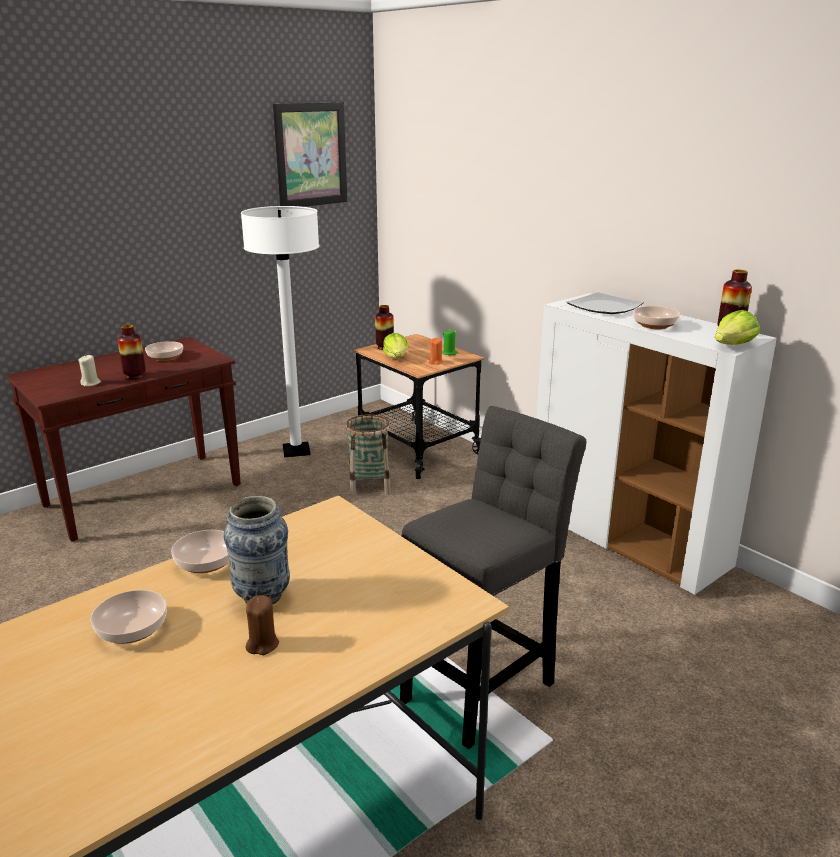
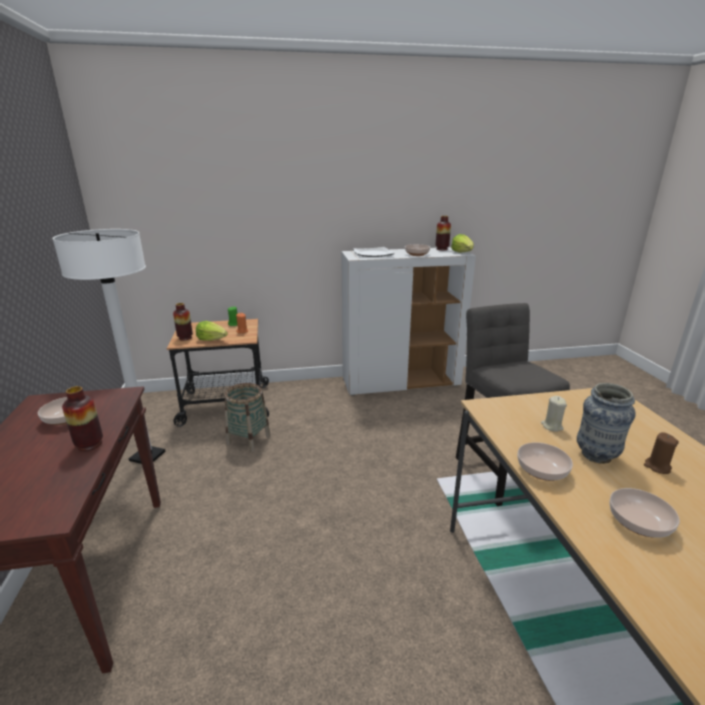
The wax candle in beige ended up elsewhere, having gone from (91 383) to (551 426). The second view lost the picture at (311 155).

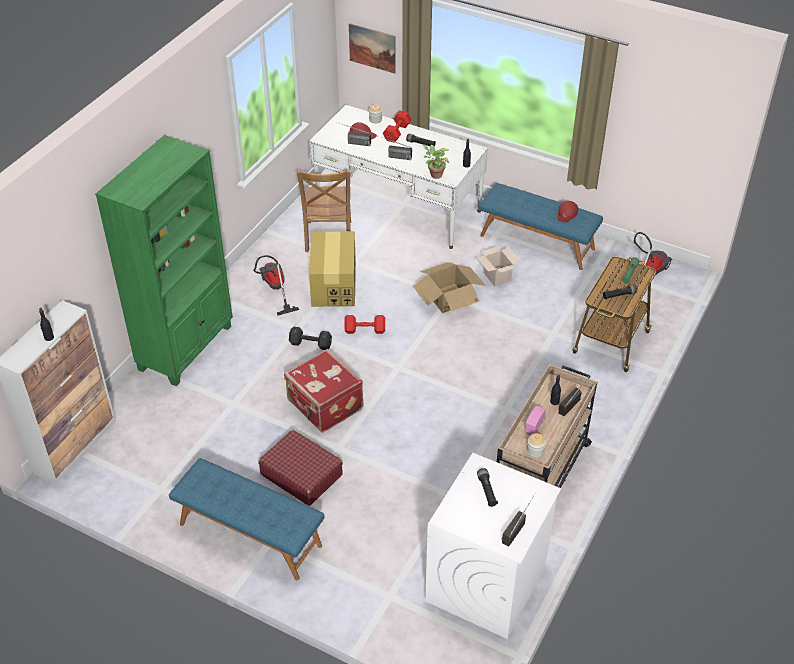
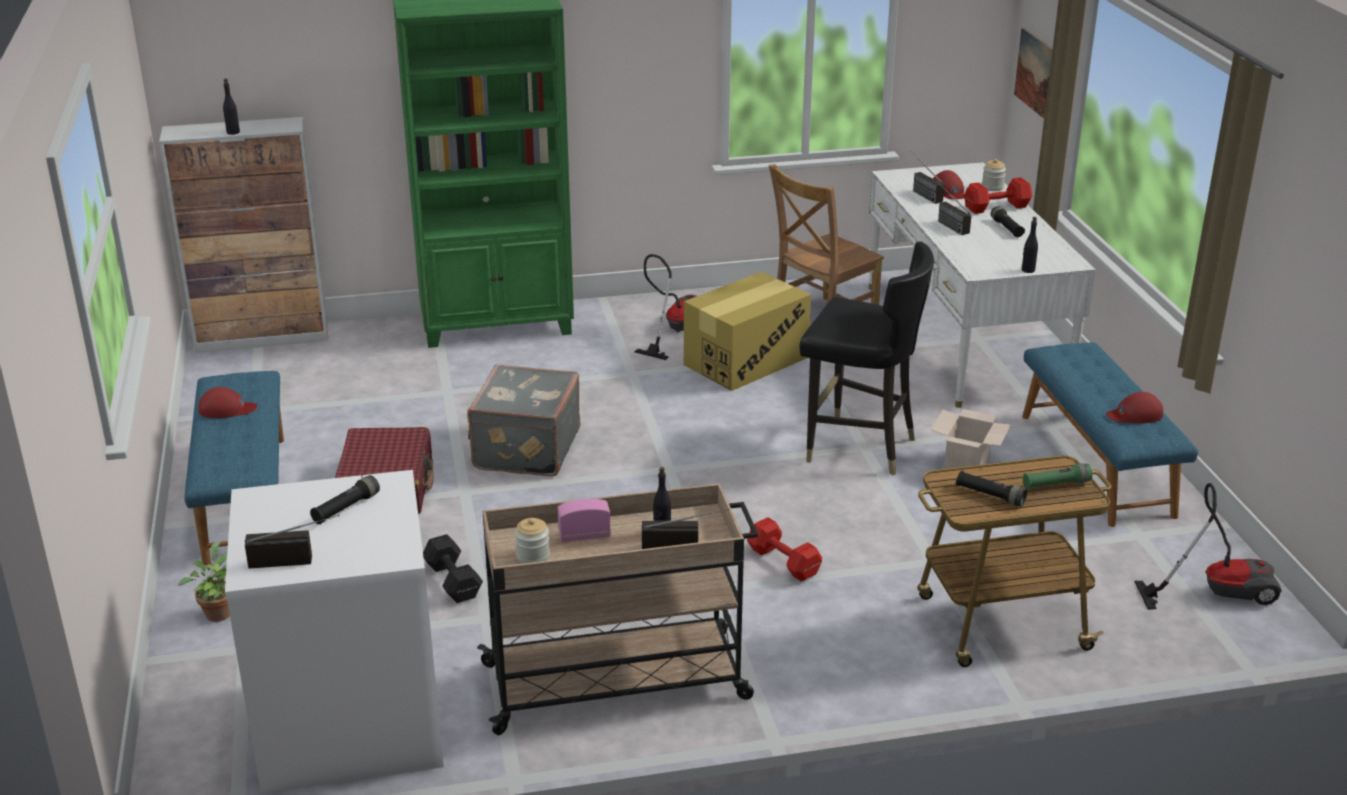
What was the suitcase in red at (324 406) turned into the suitcase in grey at (524 449). The dumbbell in black-coloured ended up elsewhere, having gone from (309 343) to (453 580). The dumbbell in red ended up elsewhere, having gone from (366 330) to (784 563). Where the cardboard box stood at (449 298), the plain chair in black-coloured came to stand at (859 447). The plant in a pot ended up elsewhere, having gone from (434 175) to (217 612). The second view gained the cap in red at (227 409).

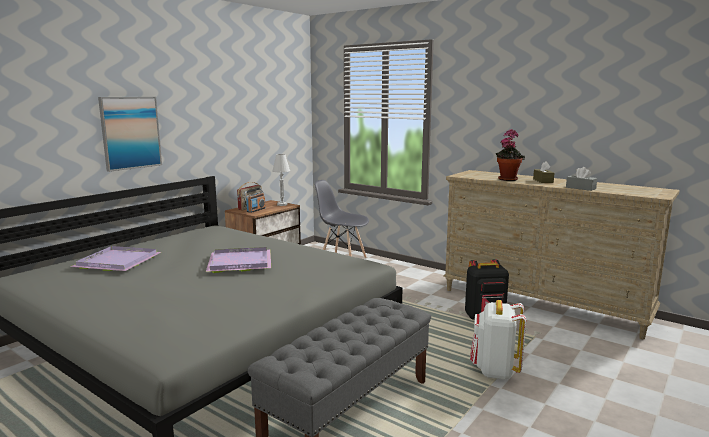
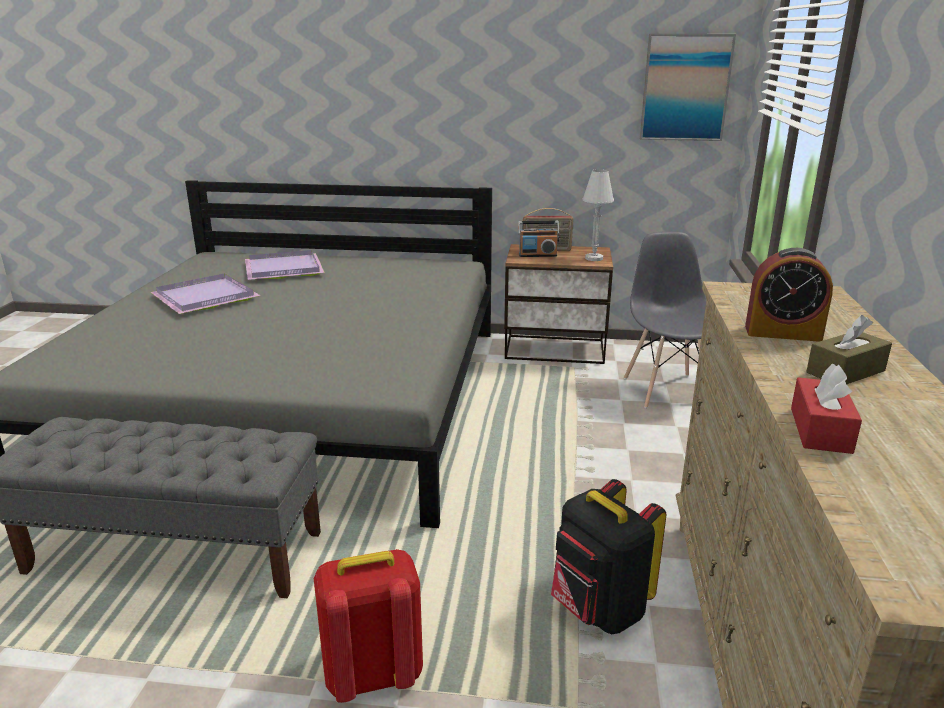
The picture ended up elsewhere, having gone from (130 132) to (685 88). The serving tray in purple-coloured ended up elsewhere, having gone from (239 263) to (203 297). What was the rucksack in whitish at (494 371) turned into the rucksack in red at (372 674). Where the plant in a pot stood at (507 179), the bedside clock came to stand at (783 333). What was the tissue box in grey at (580 188) turned into the tissue box in red at (820 430).

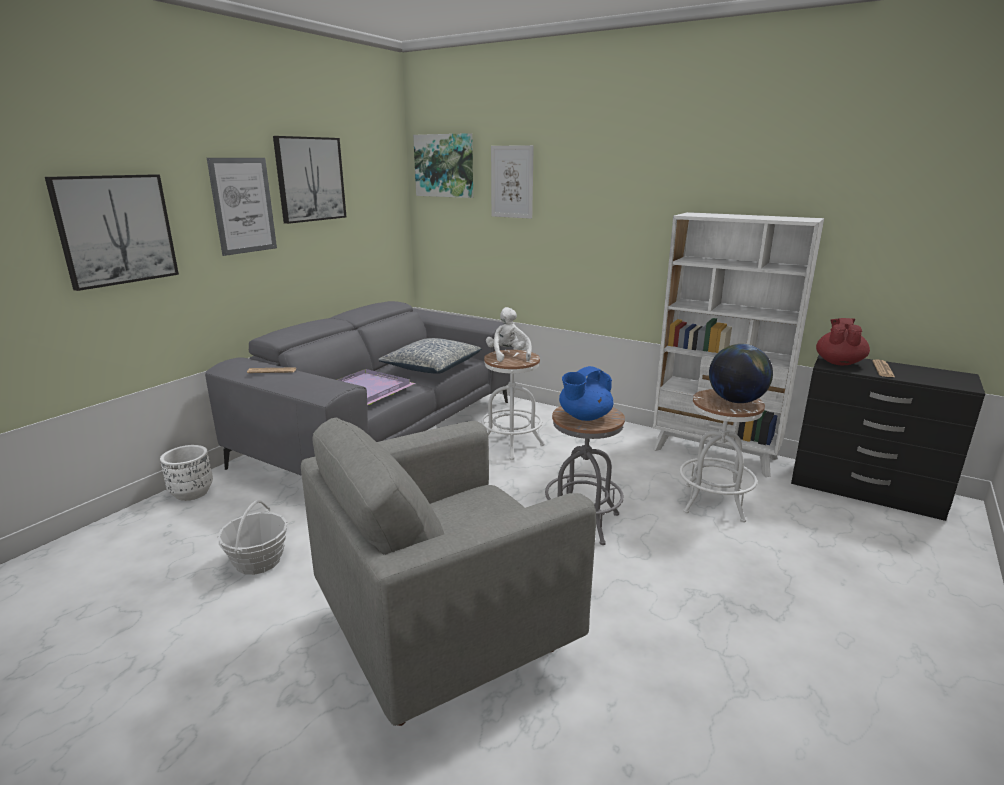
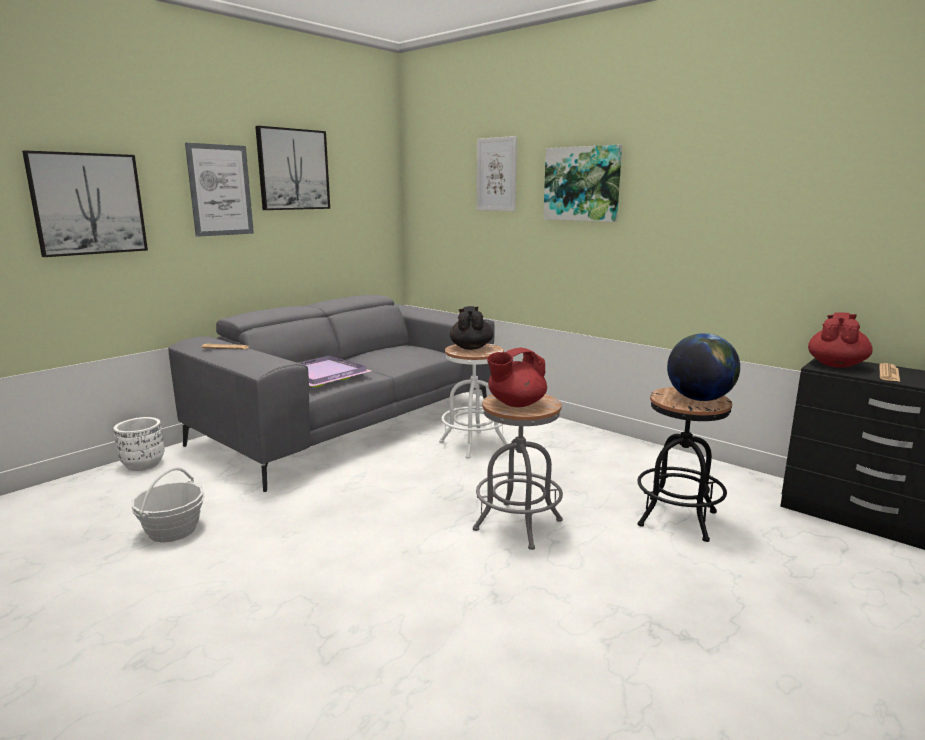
The second view lost the lounge chair in grey at (445 638). The second view lost the throw pillow at (432 366). The picture ended up elsewhere, having gone from (444 165) to (582 184). Where the plush toy in whitish stood at (508 356), the tea pot in black-coloured came to stand at (471 347). What was the tea pot in blue at (584 417) turned into the tea pot in red at (516 404). The second view lost the bookcase in whitish at (714 454). What was the stool seat in whitish at (713 503) turned into the stool seat in black-coloured at (677 519).

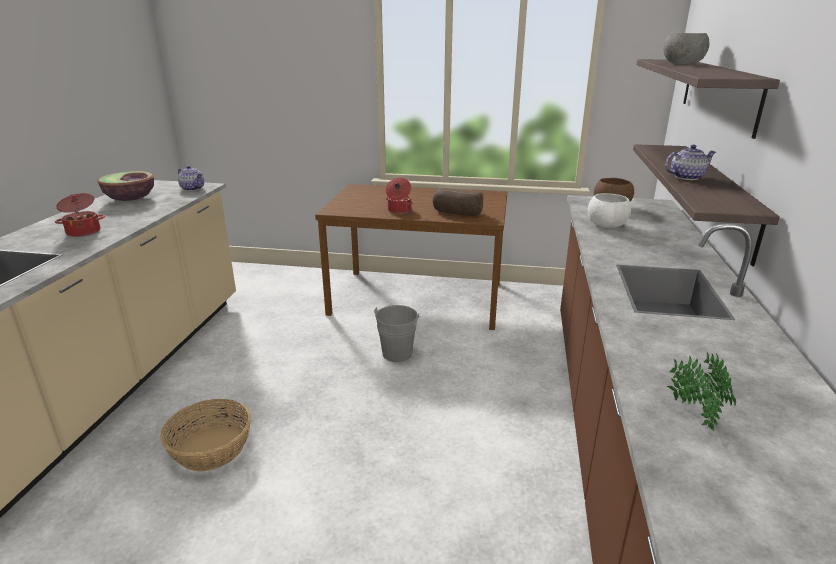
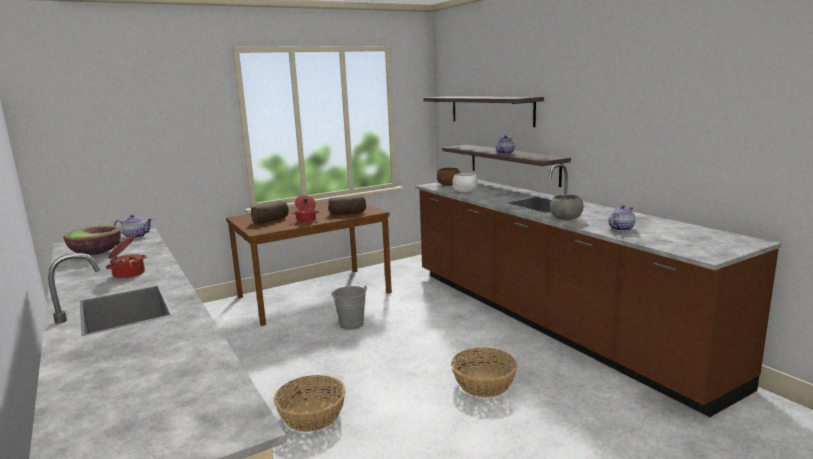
The serving bowl in grey ended up elsewhere, having gone from (683 64) to (566 218). Where the plant in a pot stood at (693 412), the tea pot came to stand at (620 229). The second view gained the bread at (272 220). The second view gained the storage basket at (484 384).

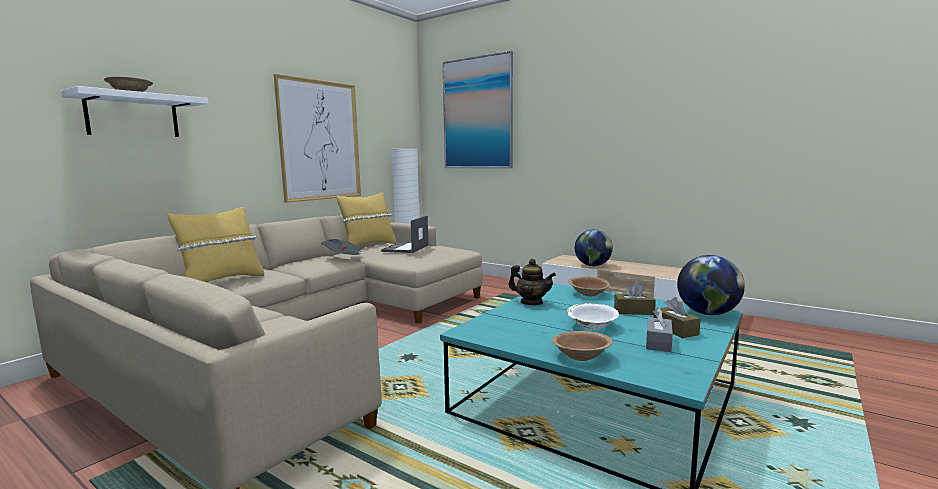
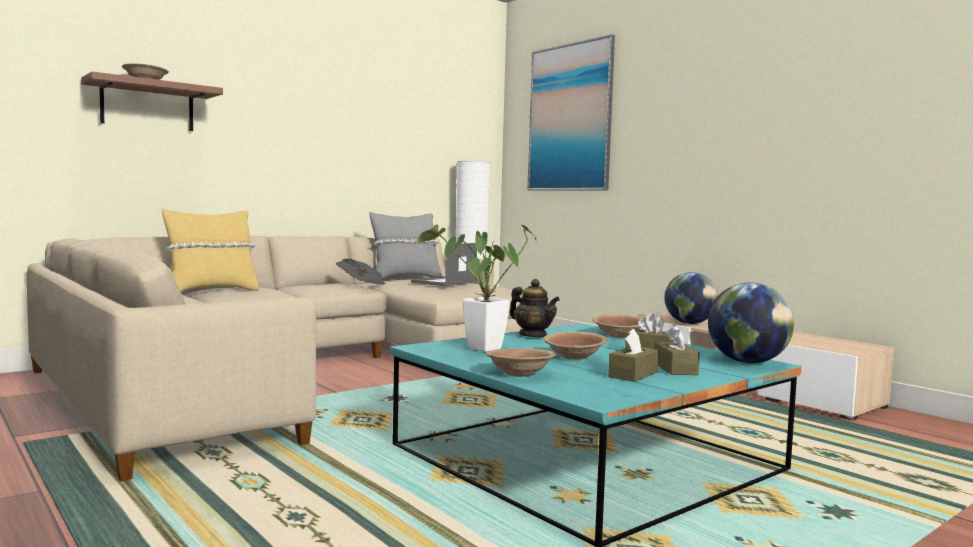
What was the shelf in whitish at (133 116) turned into the shelf in brownish at (147 106). The second view lost the picture at (320 140). What was the throw pillow in yellow at (368 246) turned into the throw pillow in grey at (405 278). What was the serving bowl in whitish at (592 326) turned into the serving bowl in brownish at (574 357). What was the tissue box in grey at (658 342) turned into the tissue box in brownish at (633 374). The second view gained the plant in a pot at (479 349).

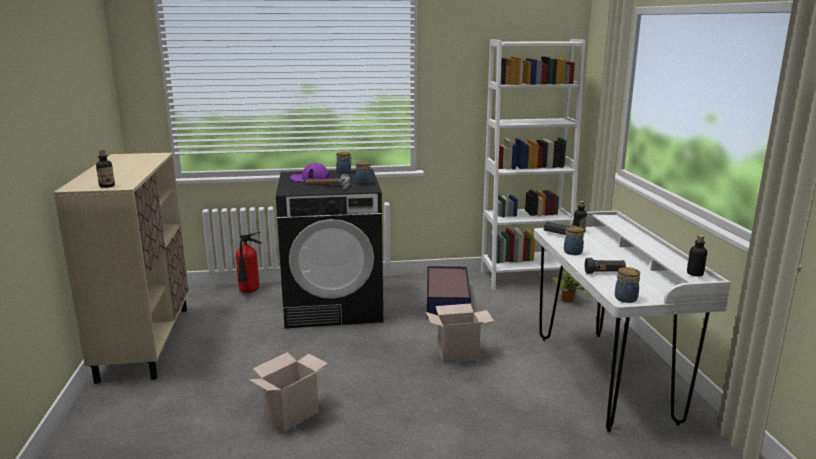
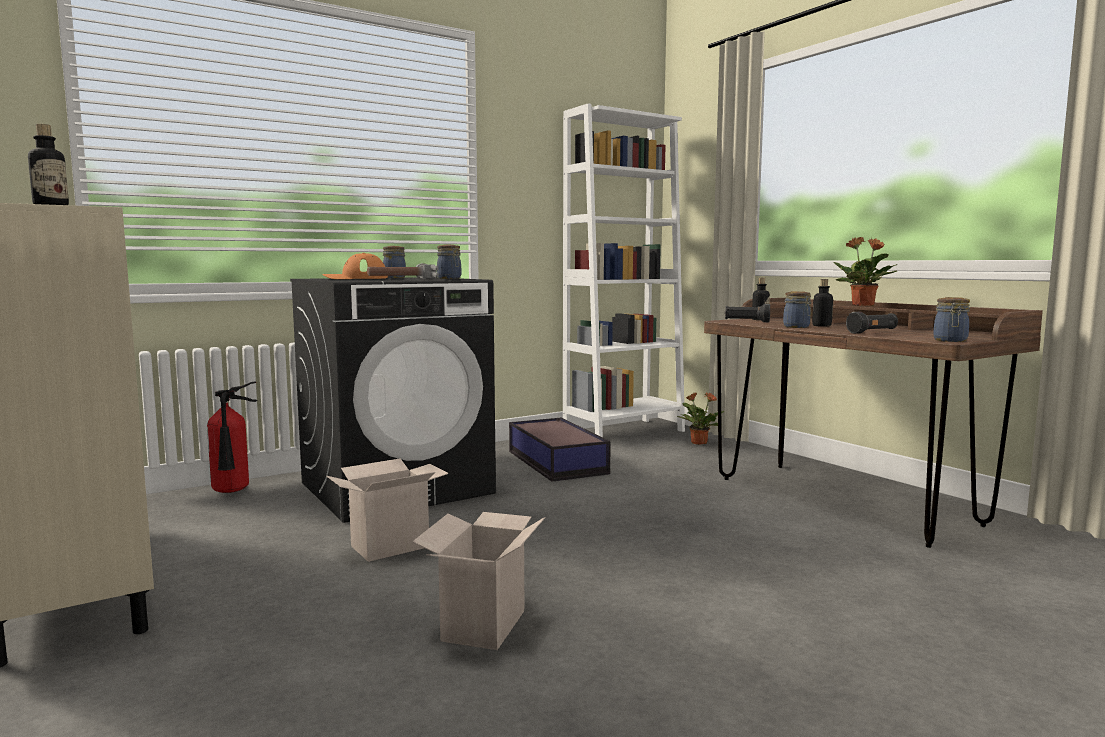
What was the cap in purple-coloured at (310 178) turned into the cap in orange at (355 278). The cardboard box ended up elsewhere, having gone from (459 354) to (391 545). What was the desk unit in whitish at (604 377) turned into the desk unit in brownish at (843 500). The drink bottle ended up elsewhere, having gone from (695 274) to (821 326). The second view gained the plant in a pot at (863 305).

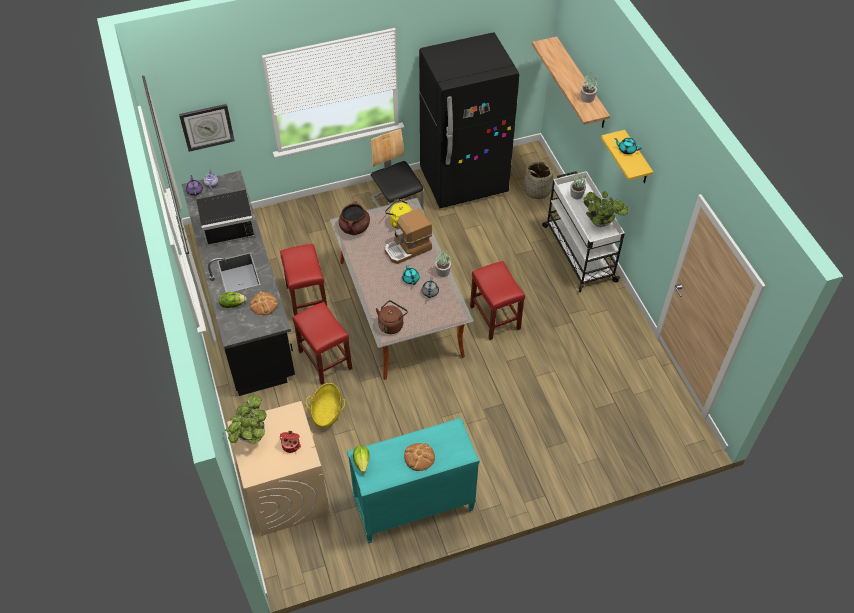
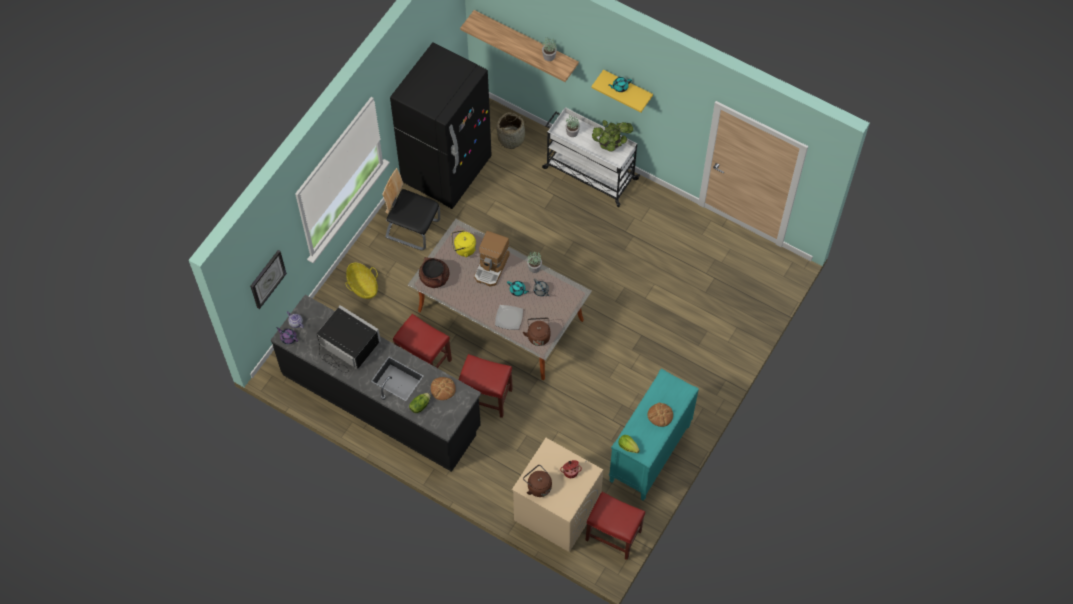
The kitchen microwave in black-coloured at (228 225) ended up facing another way, 90 degrees counterclockwise from before. Where the plant in a pot stood at (250 436), the tea kettle in brownish came to stand at (538 486). The storage basket ended up elsewhere, having gone from (327 412) to (362 286). The stool seat in red ended up elsewhere, having gone from (495 318) to (614 535). The second view gained the flat dish at (509 318).

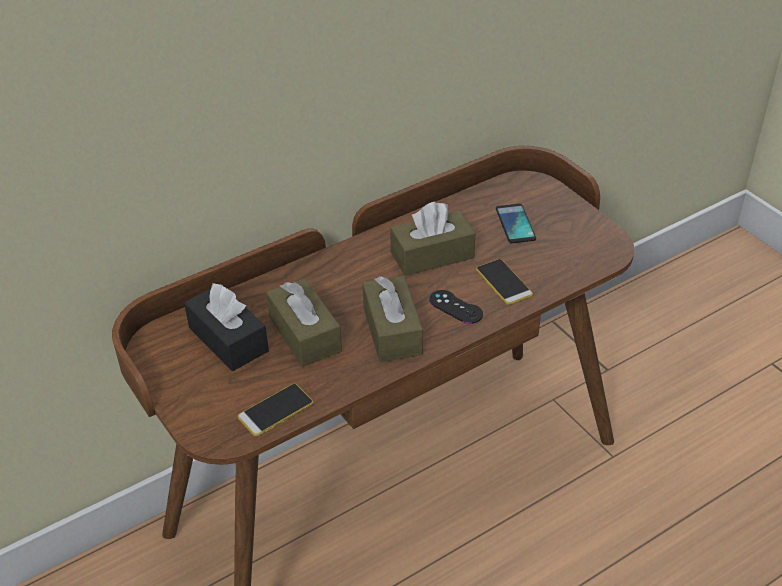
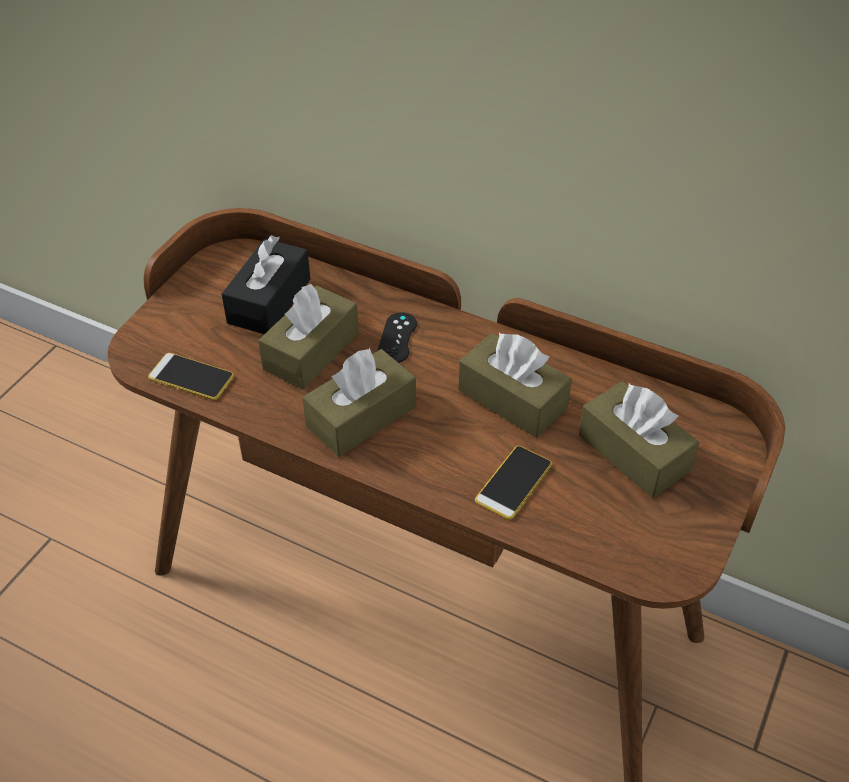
The game controller in black-coloured ended up elsewhere, having gone from (455 307) to (397 338). Where the phone stood at (515 224), the tissue box in brownish came to stand at (633 453).

